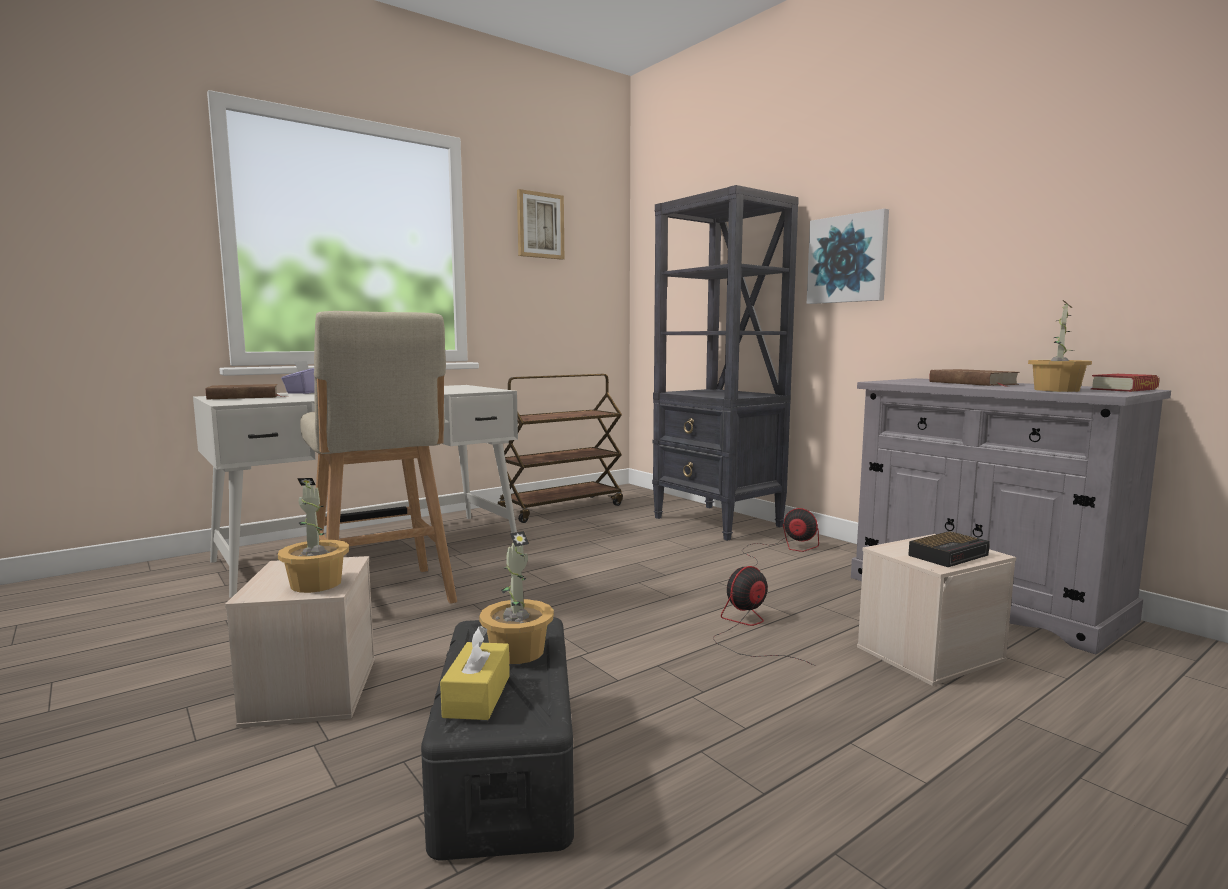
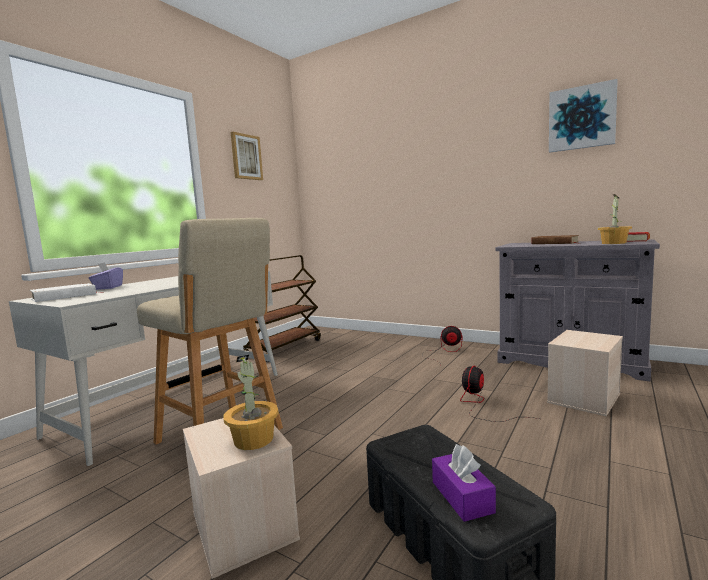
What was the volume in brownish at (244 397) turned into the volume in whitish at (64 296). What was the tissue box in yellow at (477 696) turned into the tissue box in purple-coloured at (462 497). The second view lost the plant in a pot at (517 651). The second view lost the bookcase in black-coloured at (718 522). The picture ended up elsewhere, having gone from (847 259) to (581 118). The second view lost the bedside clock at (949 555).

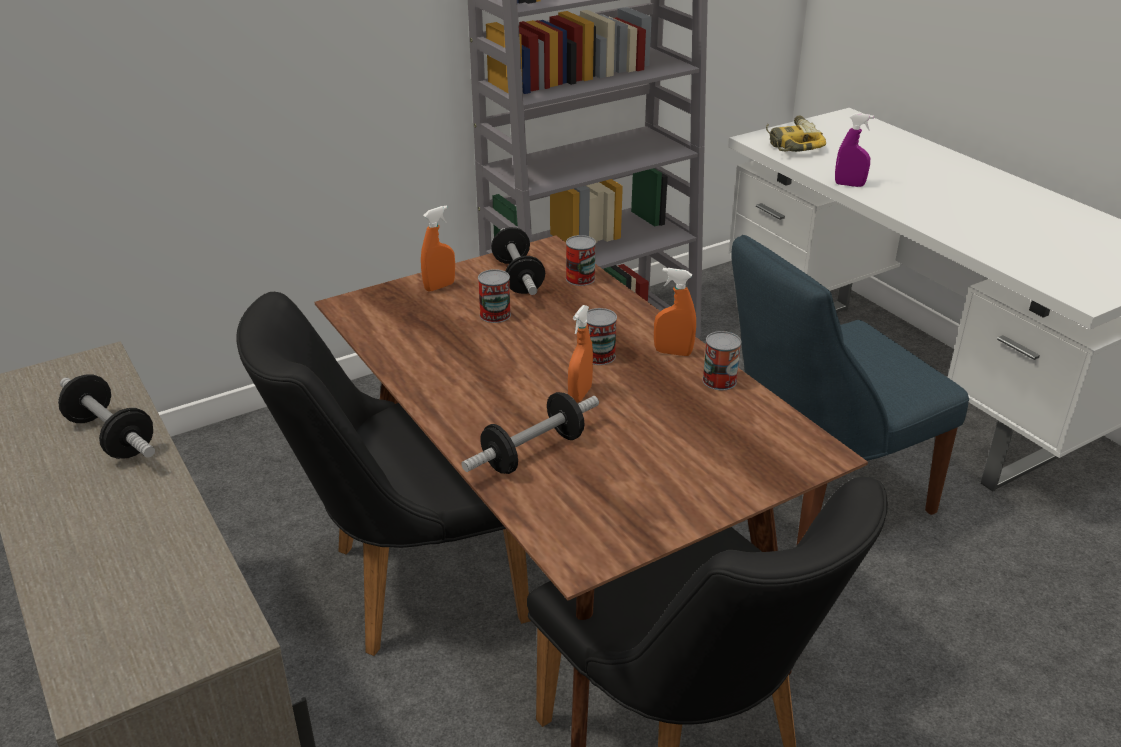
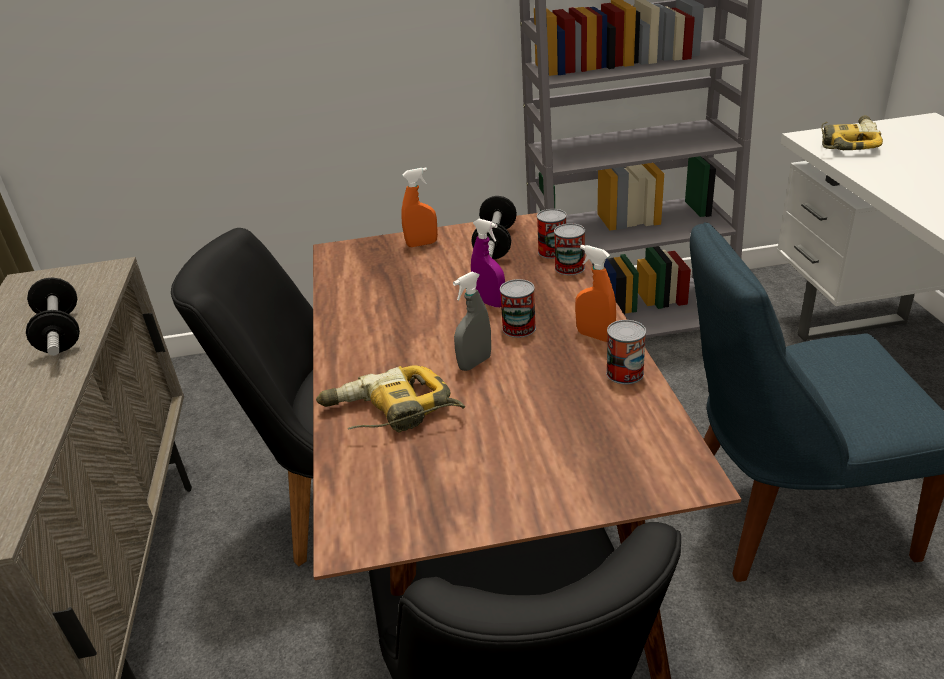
Where the dumbbell stood at (533 452), the drill came to stand at (390 413). The metal can ended up elsewhere, having gone from (495 315) to (569 268). What was the sprayer in orange at (580 394) turned into the sprayer in grey at (475 363). The sprayer in purple-coloured ended up elsewhere, having gone from (849 185) to (489 303).

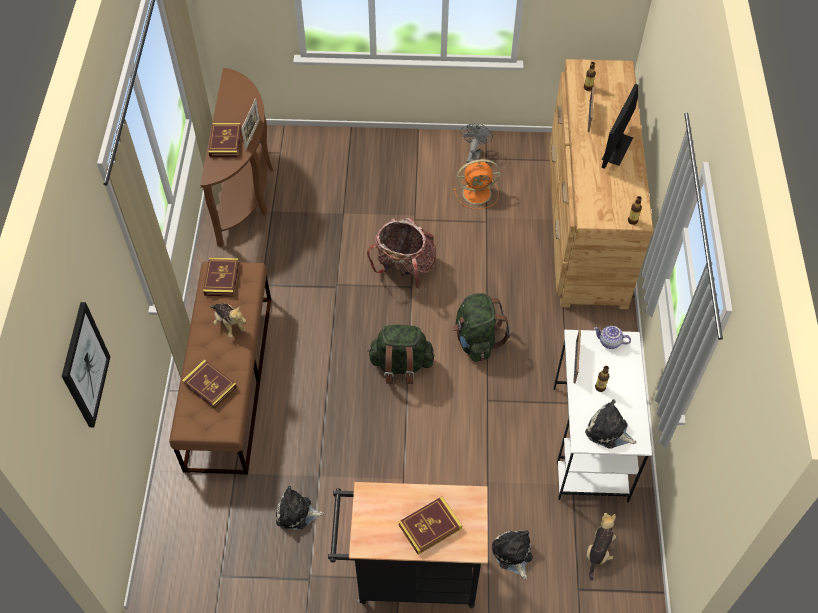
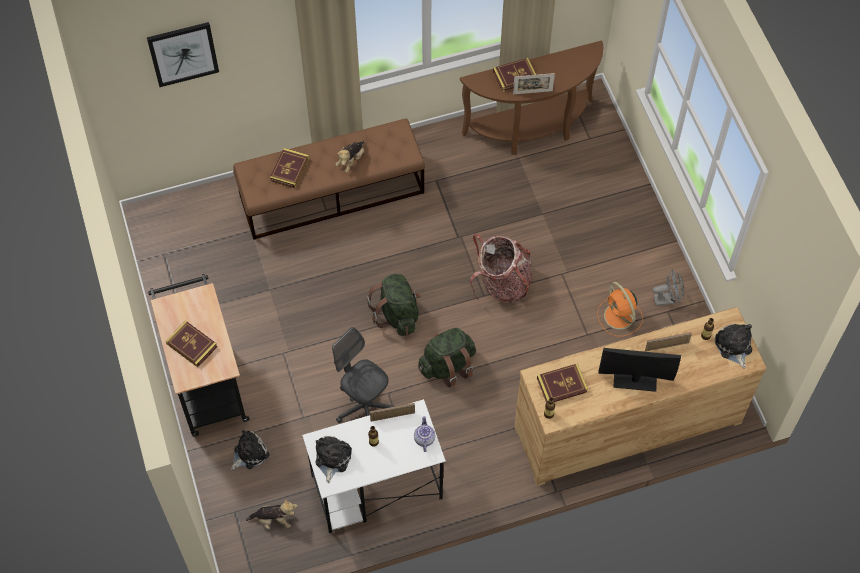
The volume ended up elsewhere, having gone from (221 278) to (561 385). The plush toy ended up elsewhere, having gone from (296 513) to (733 346). The second view gained the desk chair in grey at (364 407).

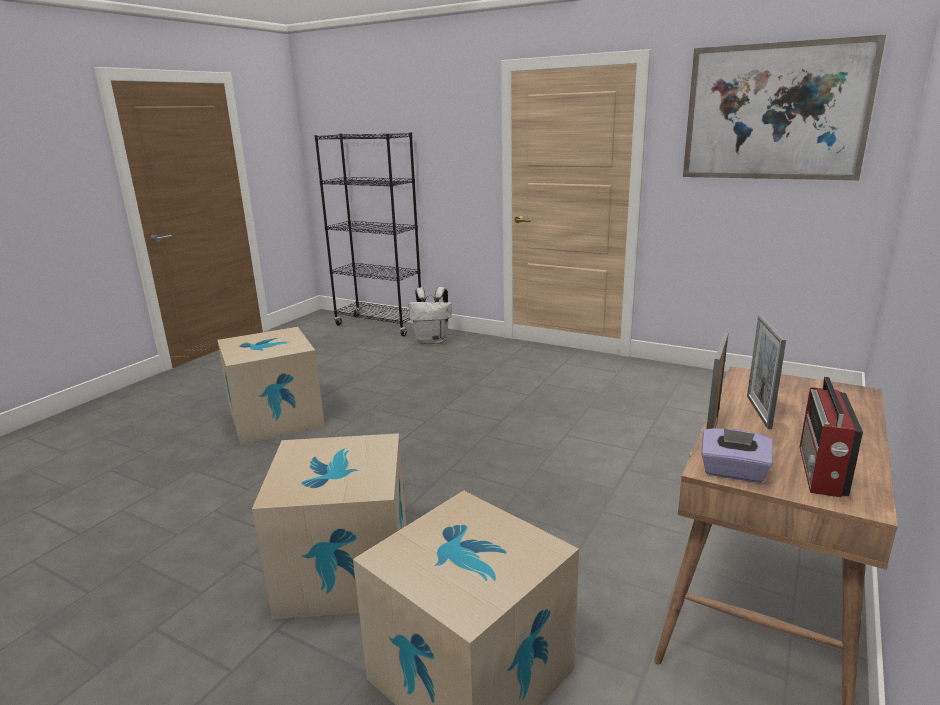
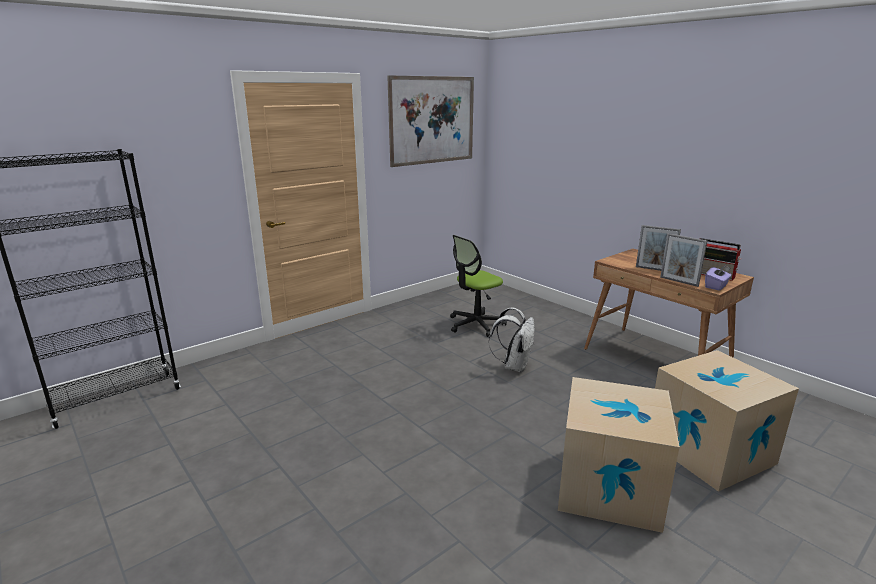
The second view lost the cardboard box at (276 418). The rucksack in whitish ended up elsewhere, having gone from (432 341) to (514 366). The second view gained the desk chair at (476 324).

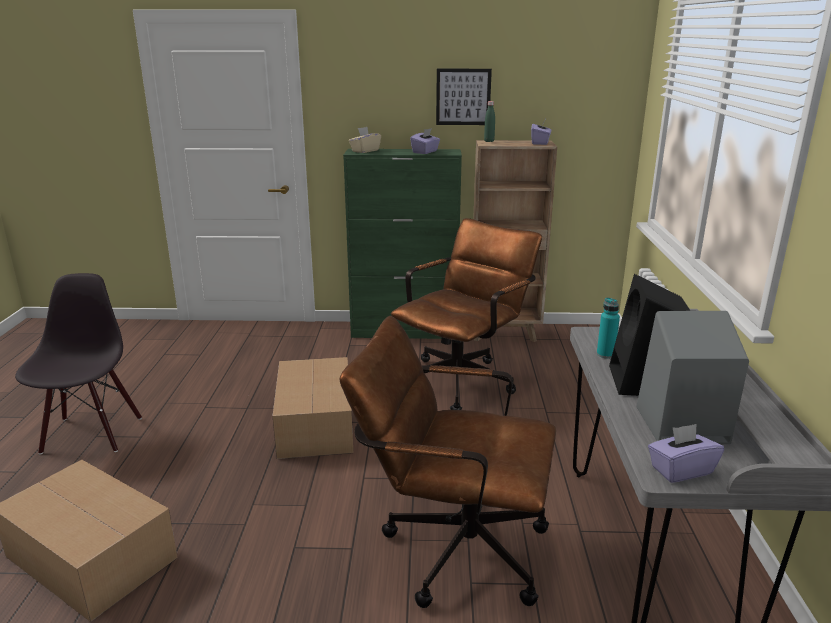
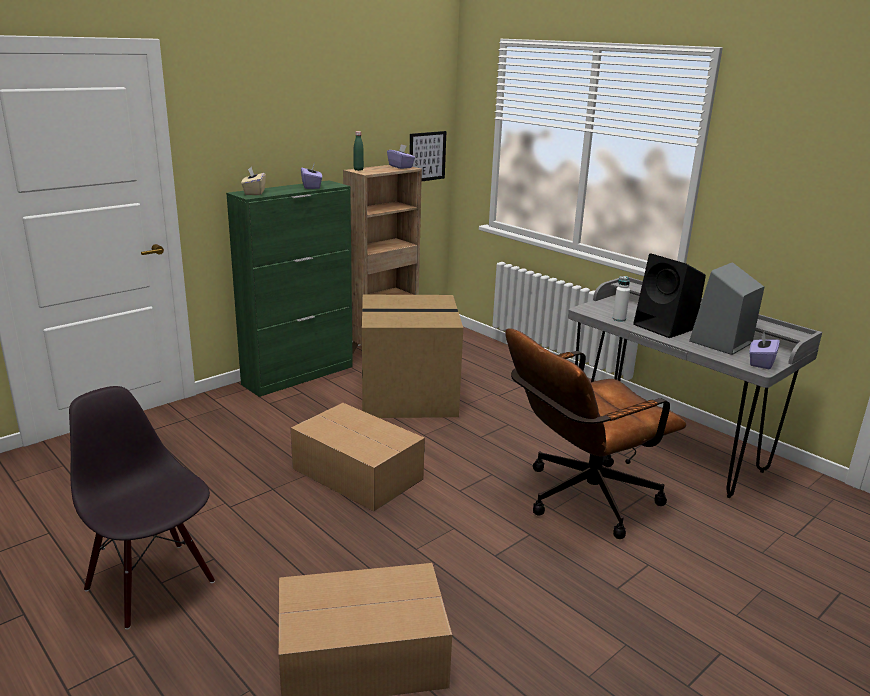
Where the desk chair in brownish stood at (463 379), the cardboard box came to stand at (410 395). The picture ended up elsewhere, having gone from (463 97) to (427 156). What was the drink bottle in turquoise at (605 354) turned into the drink bottle in whitish at (619 319).

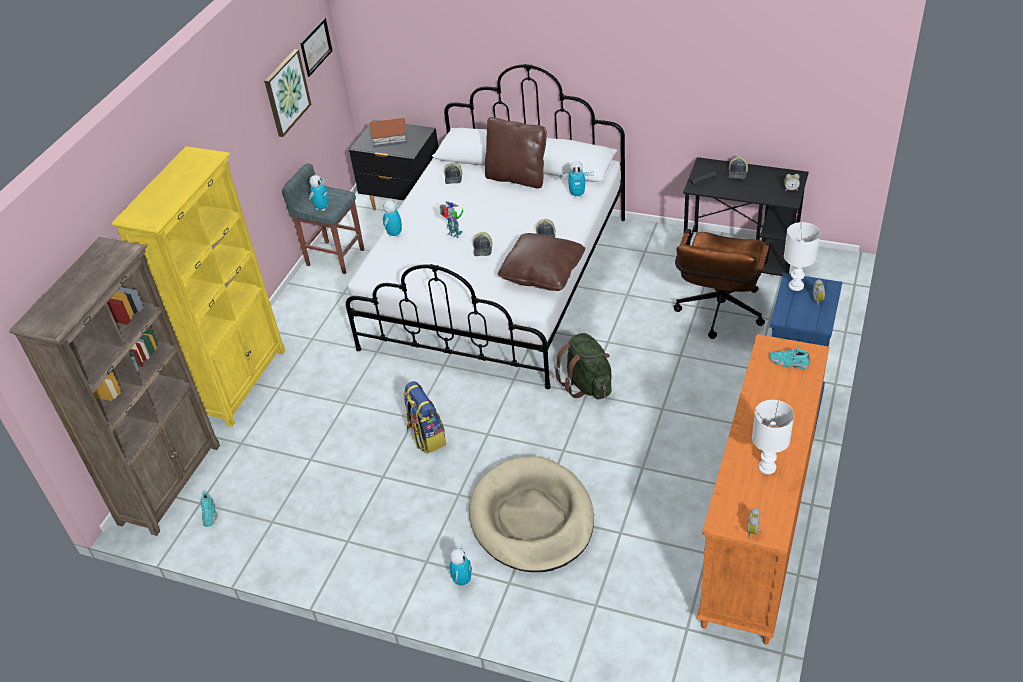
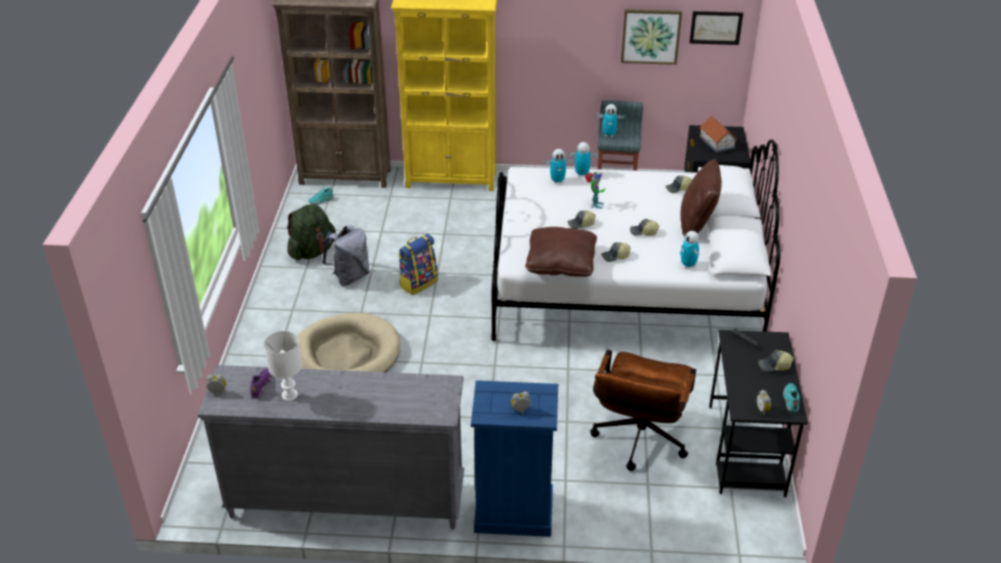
The robot figure ended up elsewhere, having gone from (462 580) to (557 181). The rucksack in greenish ended up elsewhere, having gone from (587 385) to (312 251). The desk chair in brownish at (718 315) ended up facing another way, 75 degrees counterclockwise from before. What was the dresser in orange at (757 536) turned into the dresser in grey at (345 500). The low shoe in turquoise ended up elsewhere, having gone from (788 362) to (790 399). The second view lost the tabletop lamp in whitish at (795 285). The second view gained the low shoe in purple-coloured at (260 385). The second view gained the rucksack in grey at (350 277). The second view gained the cap at (643 232).

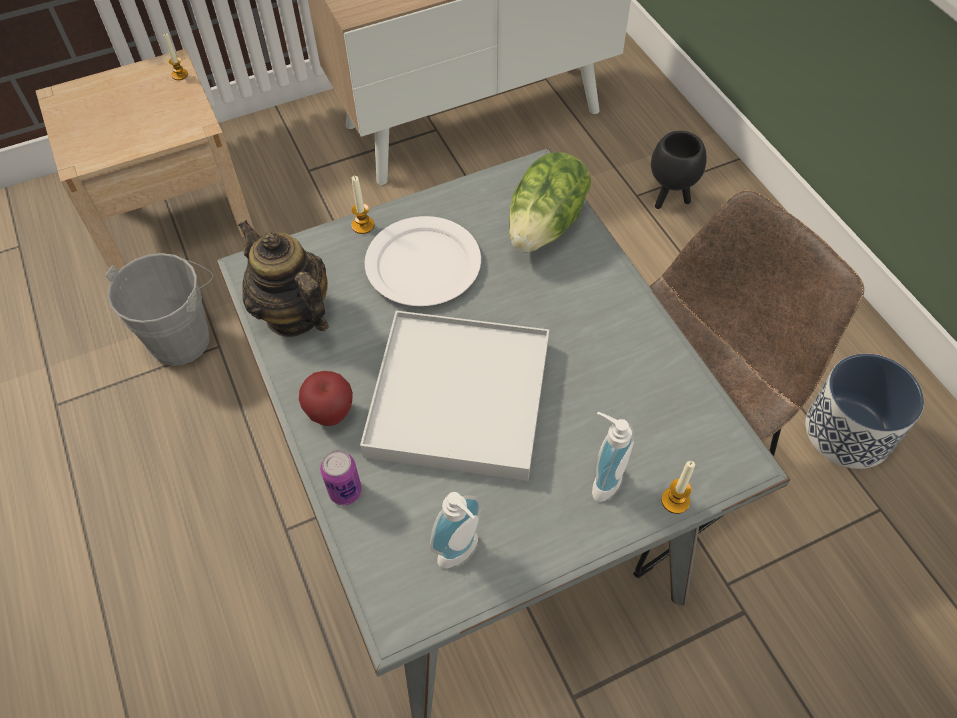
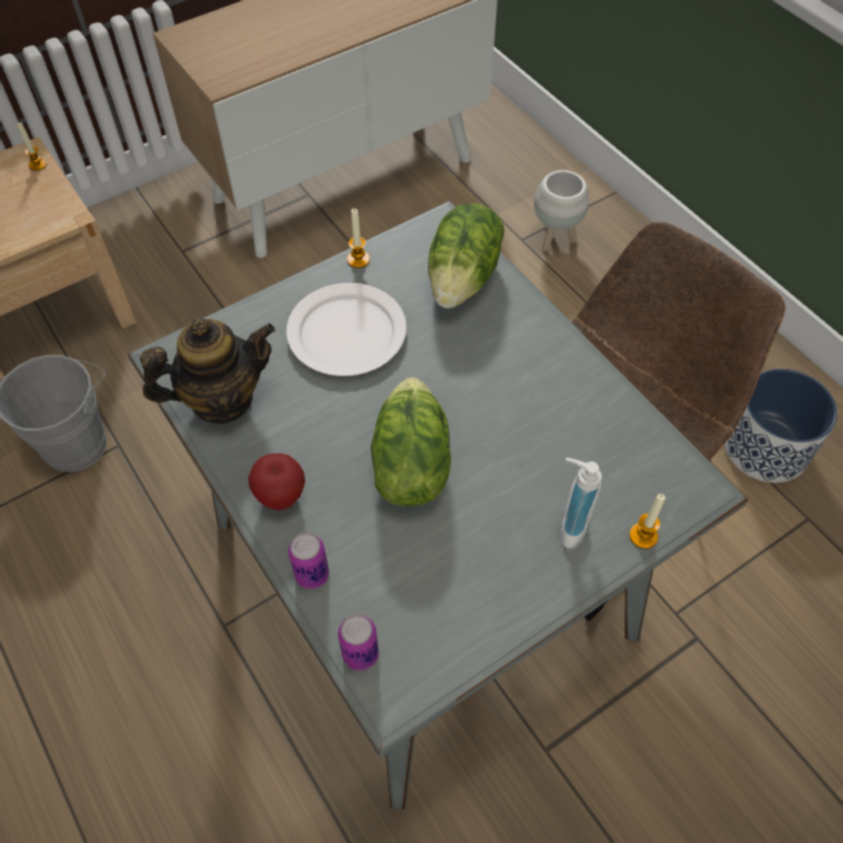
The tea pot at (293 314) ended up facing another way, 120 degrees clockwise from before. The wax candle ended up elsewhere, having gone from (363 225) to (358 260). Where the serving tray in whitish stood at (458 398), the head of lettuce came to stand at (409 464). The second view lost the soap bottle at (462 554). What was the flower pot in black-coloured at (669 198) turned into the flower pot in whitish at (554 239). The second view gained the metal can at (360 654).

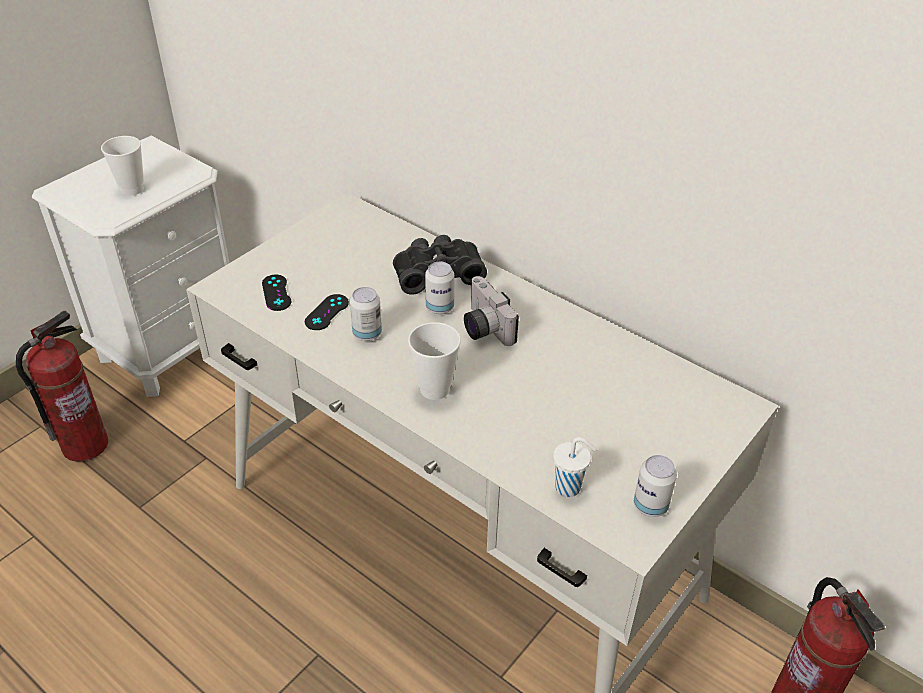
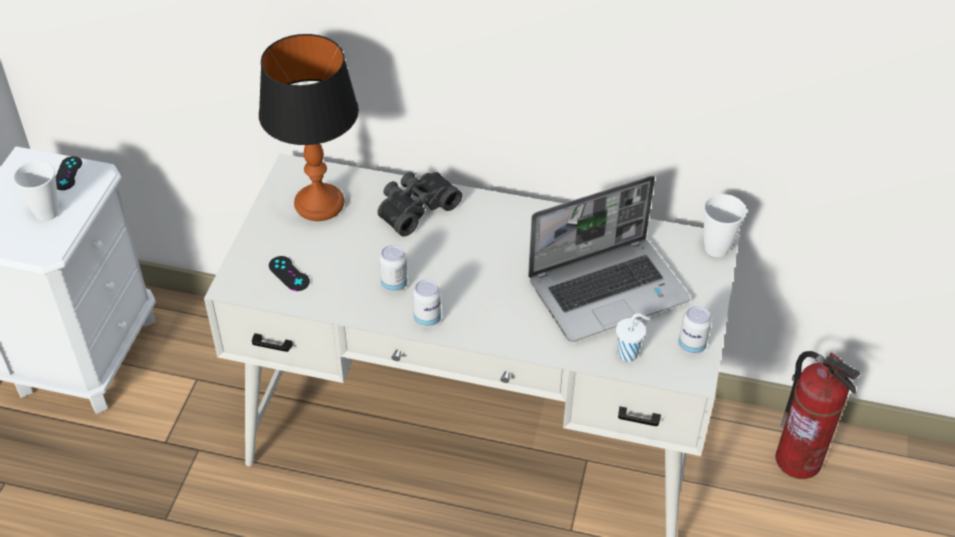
The second view lost the fire-fighting cylinder at (85 445). The game controller in black-coloured ended up elsewhere, having gone from (327 312) to (68 173). The small cup ended up elsewhere, having gone from (434 389) to (716 248). The metal can ended up elsewhere, having gone from (439 307) to (427 319). The second view lost the still camera at (483 327). The second view gained the tabletop lamp at (318 204). The second view gained the notebook computer at (608 289).

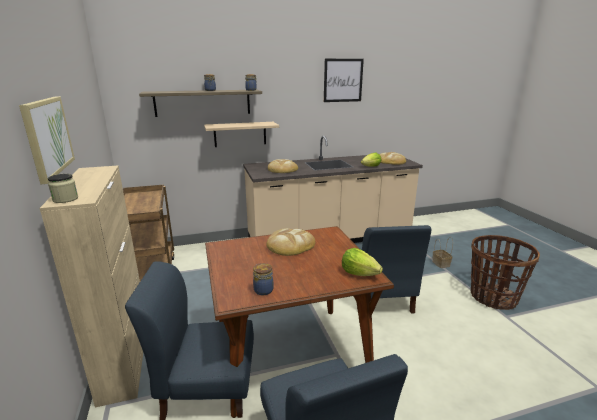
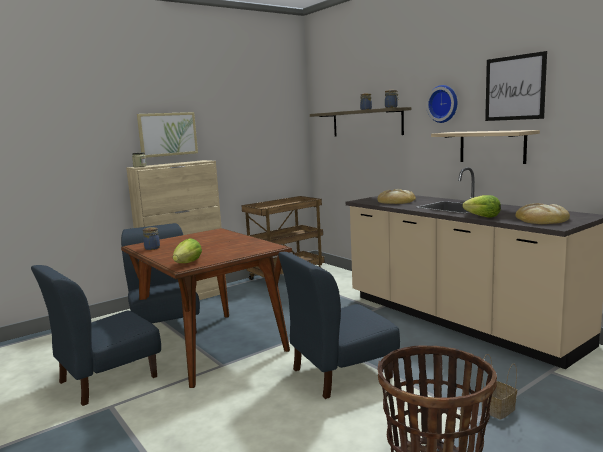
The shelf ended up elsewhere, having gone from (240 134) to (492 147). The second view lost the bread at (290 245). The second view gained the wall clock at (443 104).

